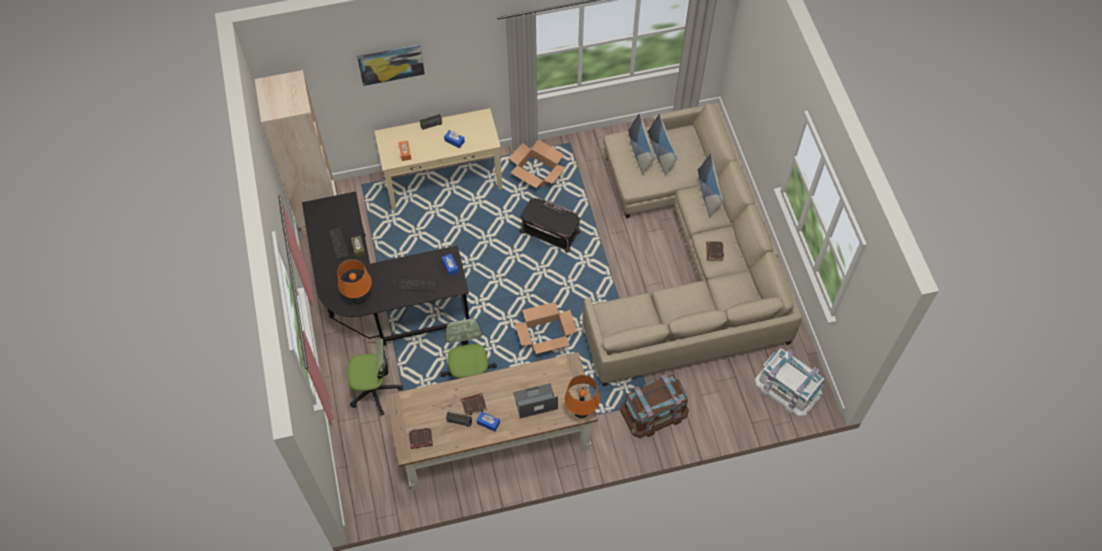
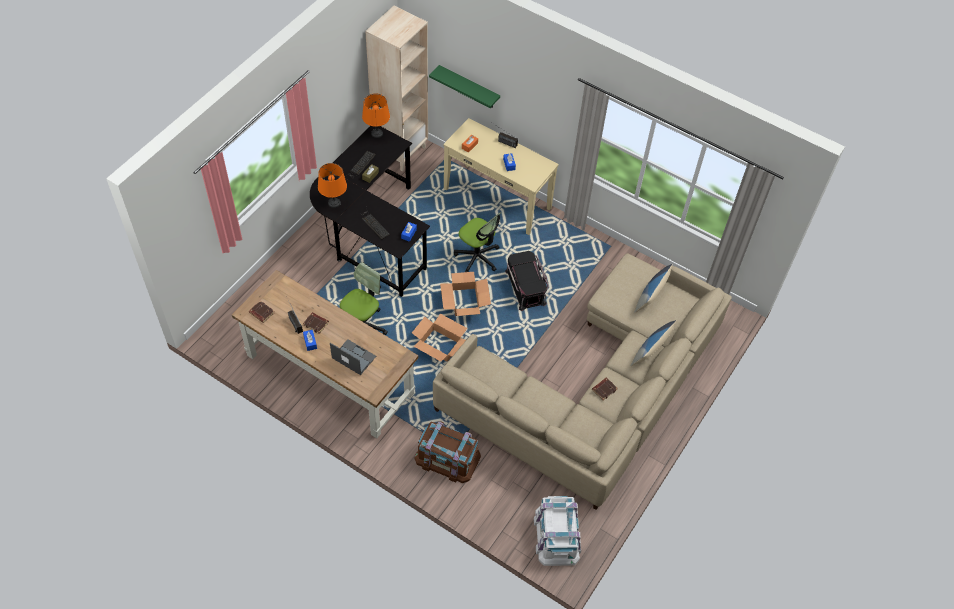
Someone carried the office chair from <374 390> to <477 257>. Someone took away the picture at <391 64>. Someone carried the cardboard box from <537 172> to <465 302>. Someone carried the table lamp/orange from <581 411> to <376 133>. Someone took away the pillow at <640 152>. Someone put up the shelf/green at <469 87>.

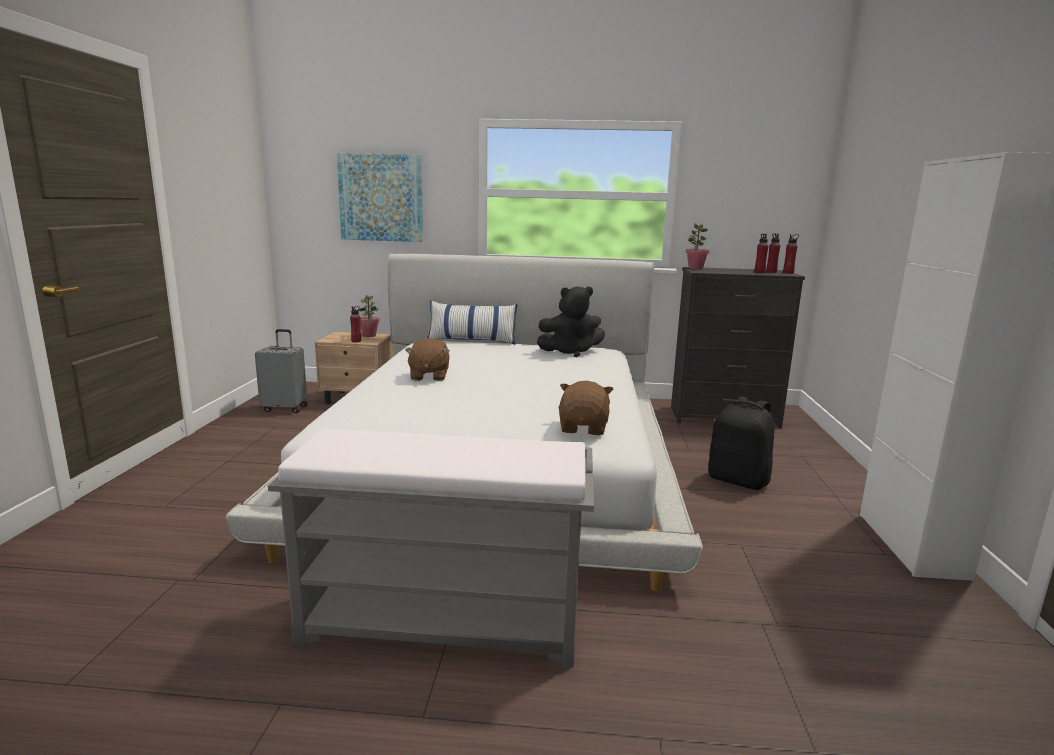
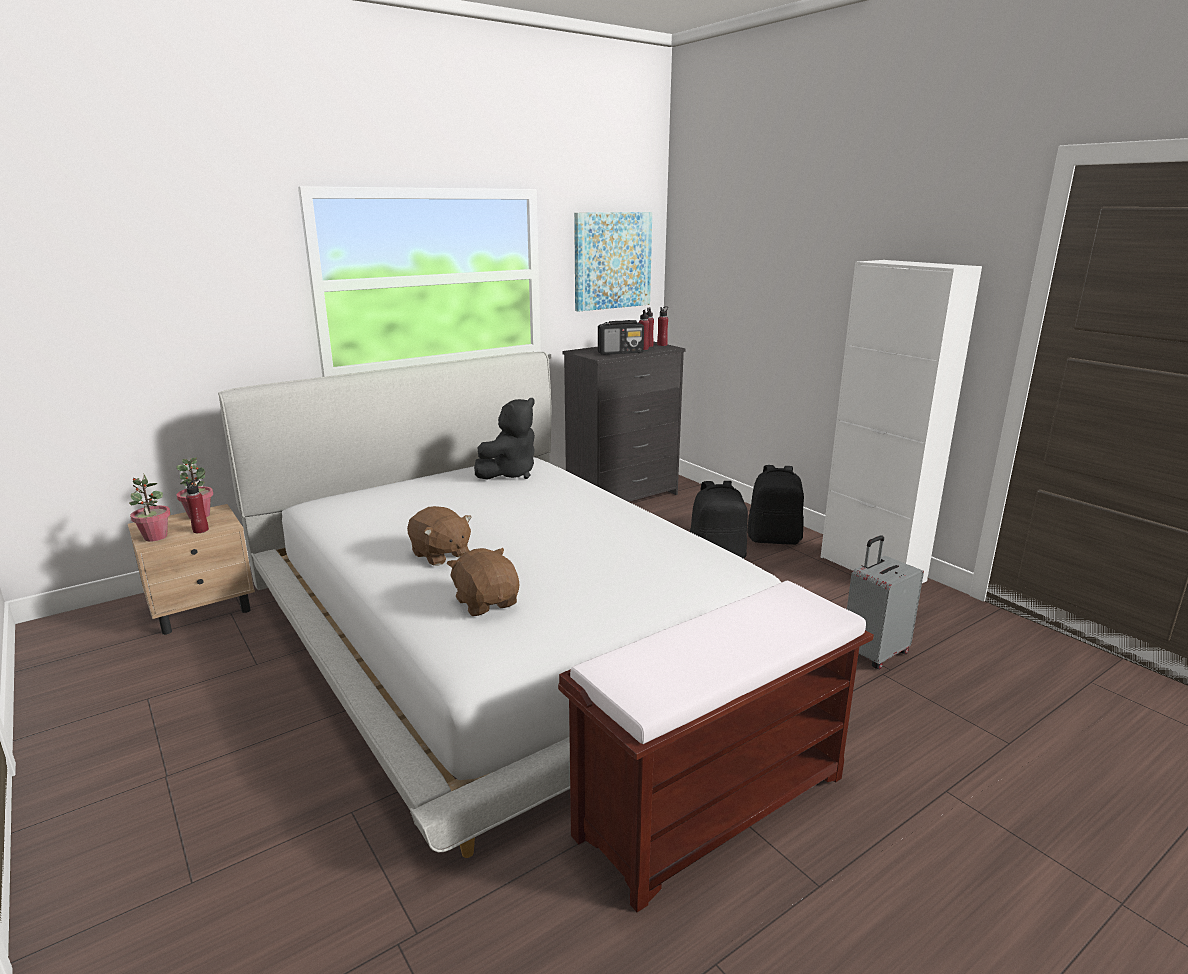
Someone carried the suitcase/grey from <285 408> to <874 653>. Someone repainted the bench/grey at <445 622>, which became the bench/brown at <714 803>. Someone carried the picture from <381 197> to <612 260>. Someone took away the pillow at <472 341>. Someone carried the plush toy/brown from <584 428> to <487 602>. Someone carried the potted plant from <695 268> to <155 537>. Someone put down the radio at <621 352>. Someone put down the backpack/black at <774 539>.

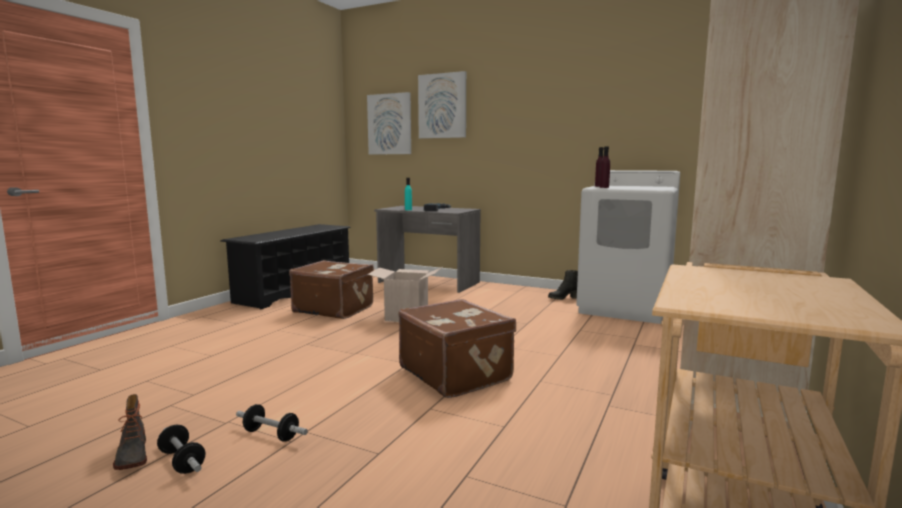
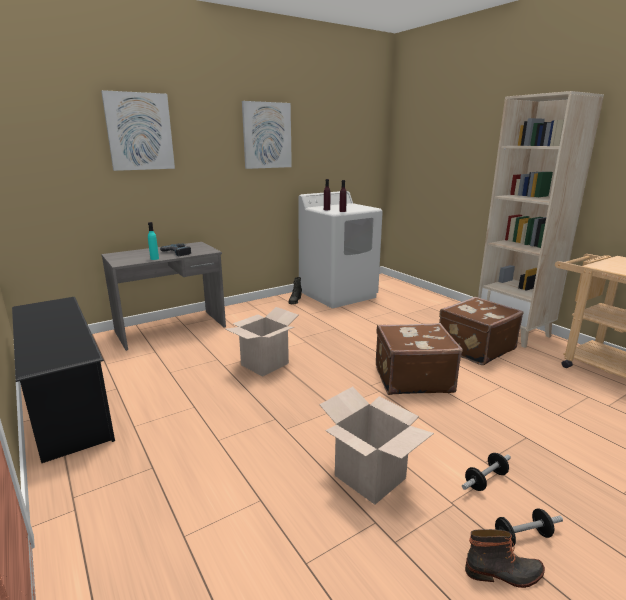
Someone carried the suitcase/brown from <334 309> to <474 348>. Someone carried the picture from <389 124> to <267 135>. Someone put down the cardboard box at <370 477>.

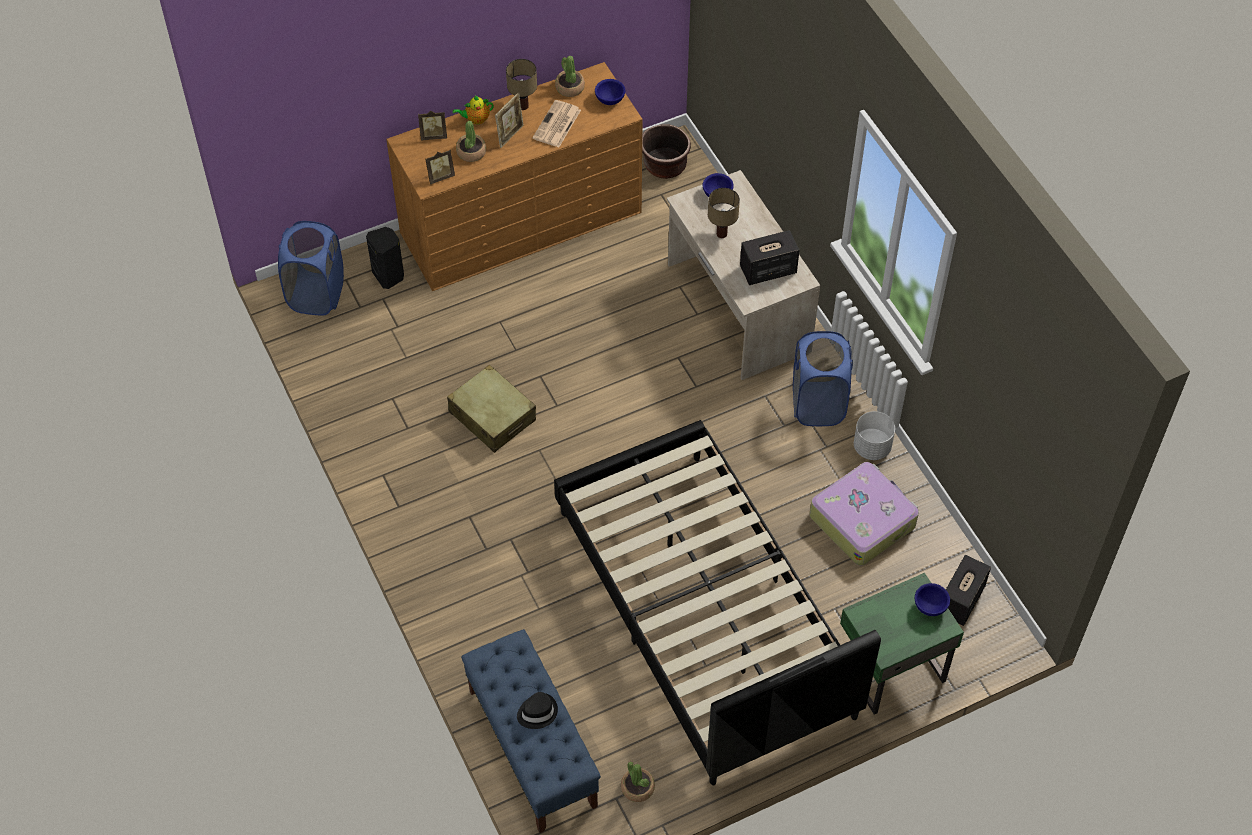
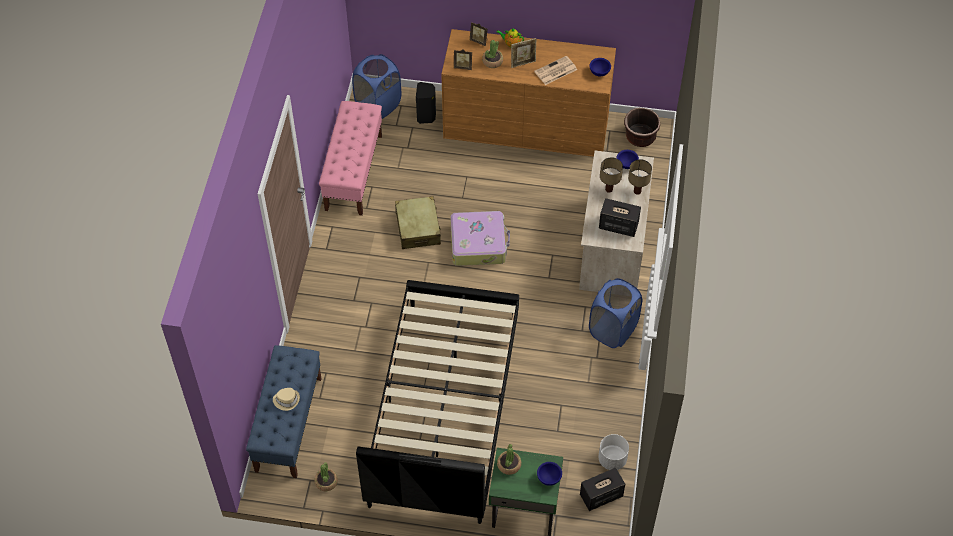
Someone carried the table lamp from <522 106> to <637 191>. Someone repainted the hat/black at <537 712>, which became the hat/beige at <286 400>. Someone carried the potted plant from <569 88> to <509 465>. Someone carried the suitcase from <862 520> to <478 243>. Someone carried the planter/white from <872 447> to <612 459>. Someone put down the bench/pink at <353 172>.

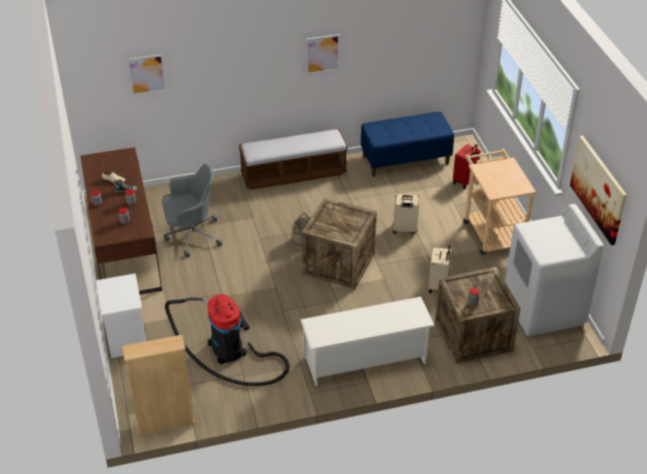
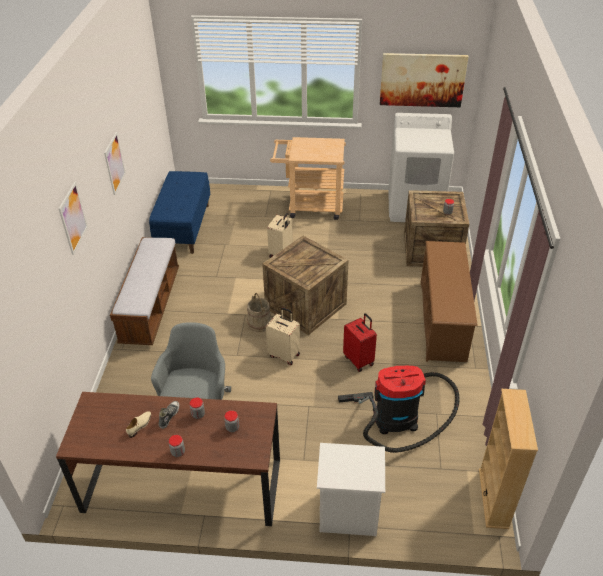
Someone carried the picture from <147 74> to <73 218>. Someone repainted the shoe rack/white at <365 360>, which became the shoe rack/brown at <442 320>. Someone carried the suitcase/beige from <438 286> to <284 355>. Someone carried the suitcase/red from <465 181> to <359 360>.

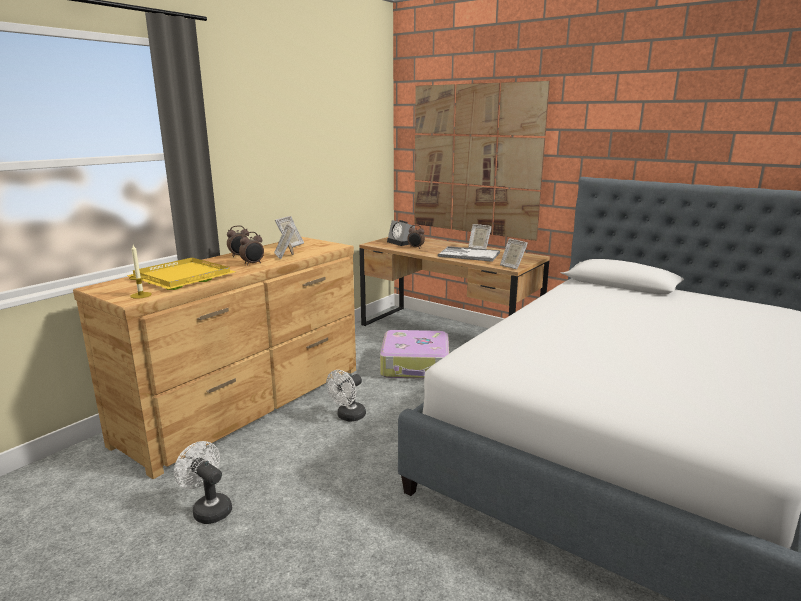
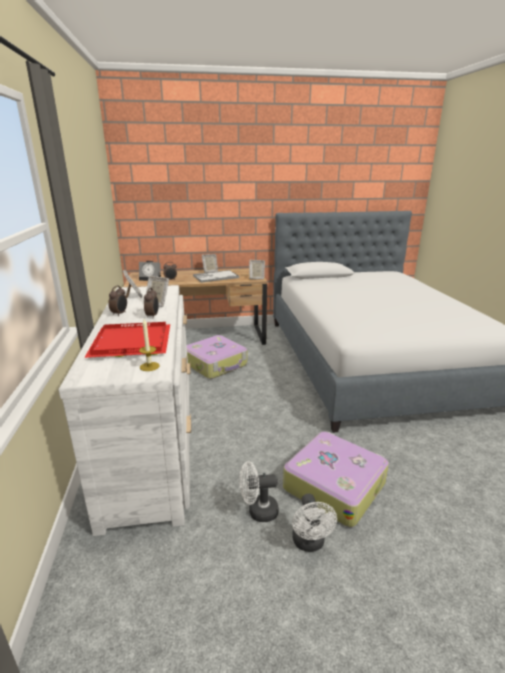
Someone repainted the dresser/brown at <248 404>, which became the dresser/white at <153 439>. Someone repainted the tray/yellow at <183 276>, which became the tray/red at <130 342>. Someone carried the fan/white from <348 417> to <309 543>. Someone took away the picture at <475 160>. Someone put down the suitcase at <334 485>.

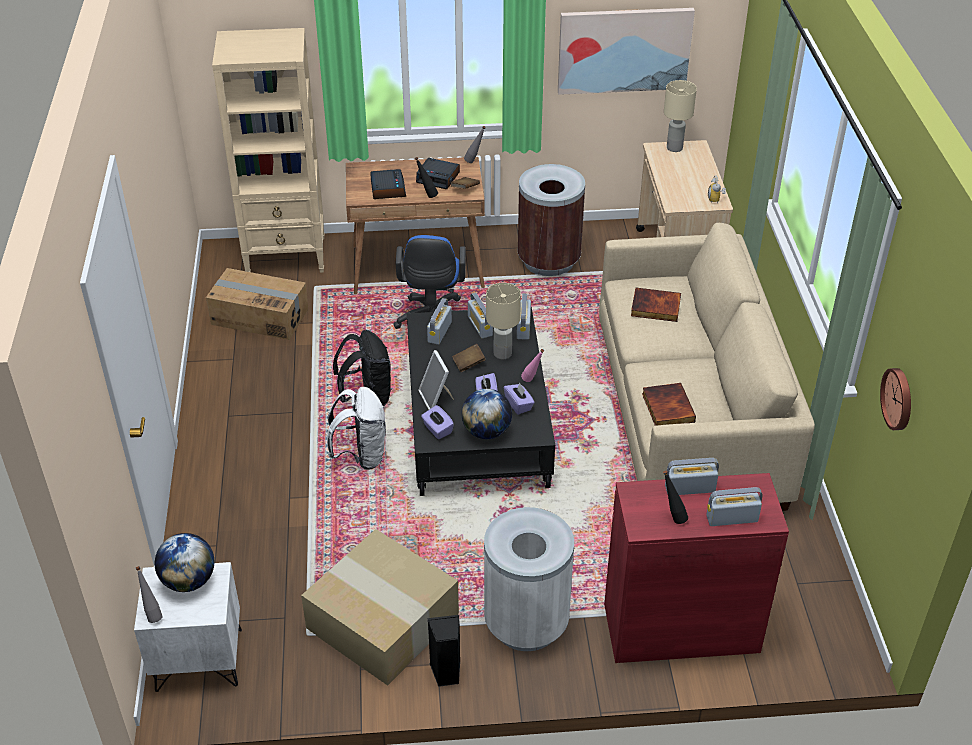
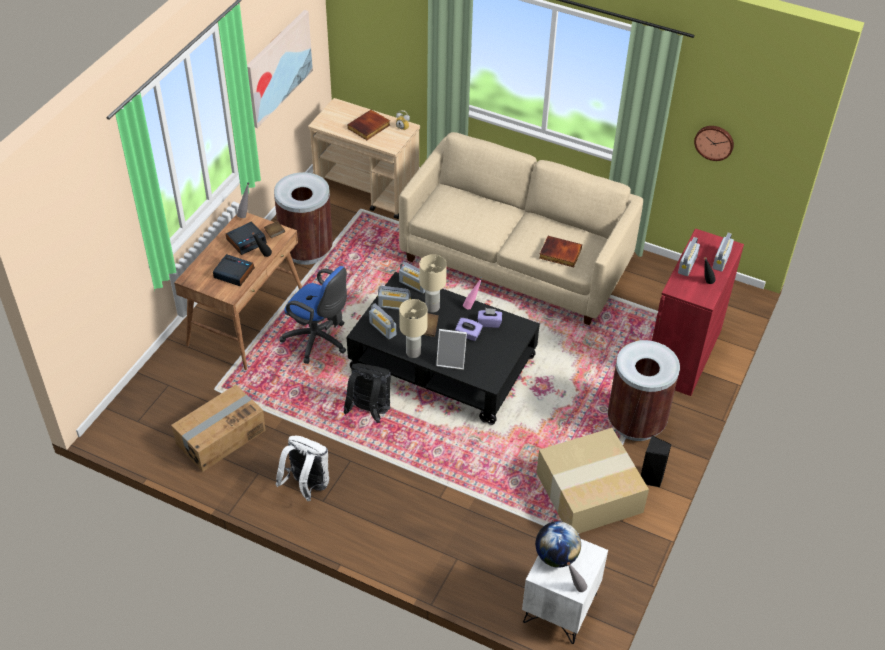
Someone took away the bookcase/beige at <287 256>. Someone carried the backpack/white from <361 455> to <306 486>. Someone took away the tissue box/purple at <437 429>. Someone took away the globe at <486 432>. Someone repainted the trash can/white at <526 624>, which became the trash can/brown at <636 422>. Someone carried the book from <655 308> to <369 127>. Someone carried the table lamp/beige from <674 148> to <413 353>.

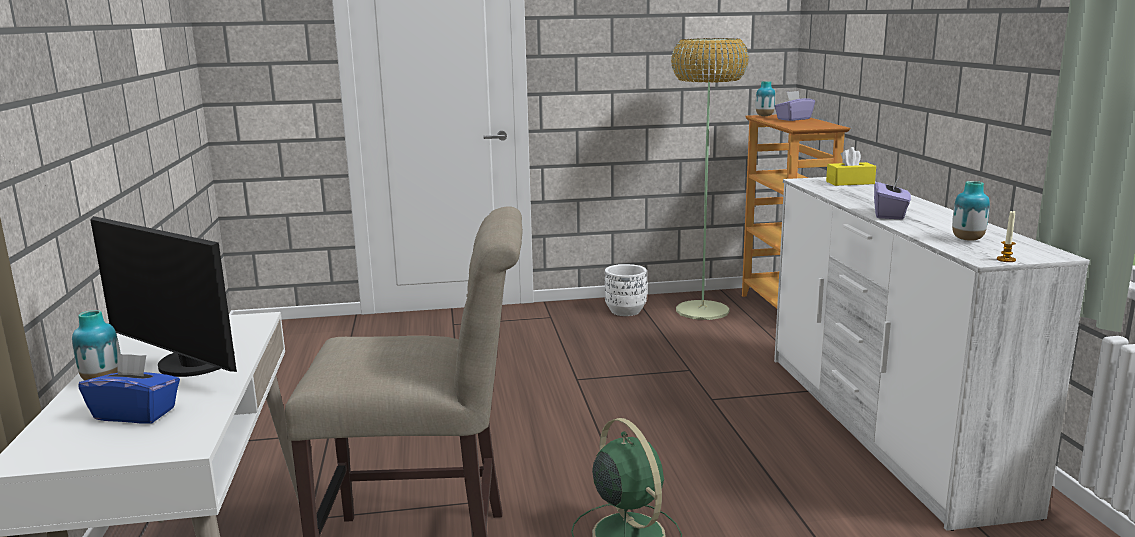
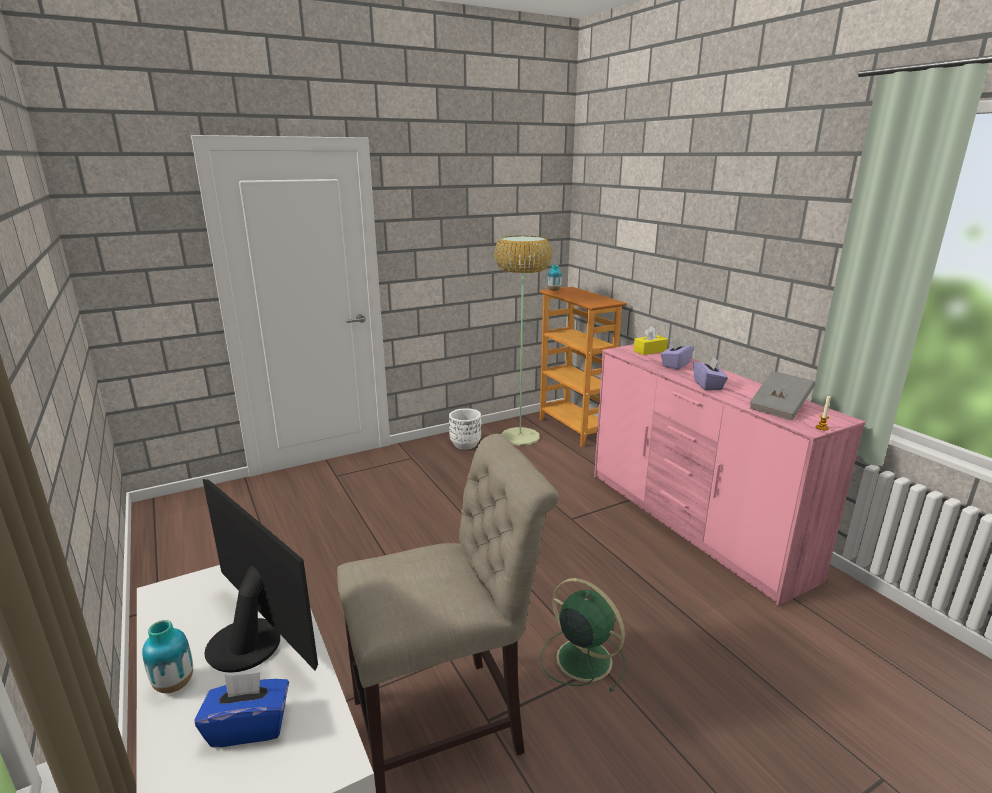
Someone rotated the monitor at <189 365> by 150 degrees counterclockwise. Someone carried the tissue box/purple from <793 119> to <675 365>. Someone repainted the dresser/white at <883 427>, which became the dresser/pink at <692 523>. Someone swapped the vase at <967 239> for the book/grey at <779 408>.

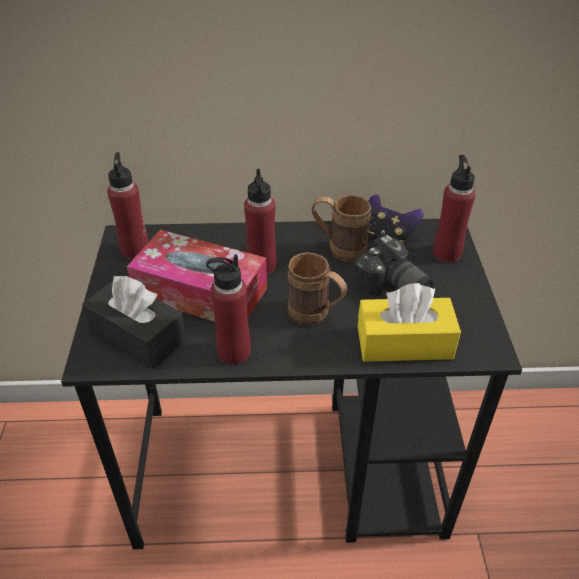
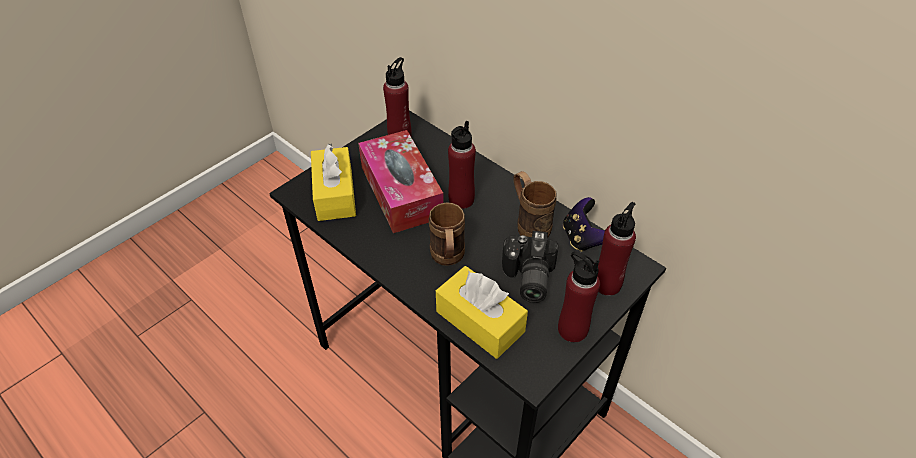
Someone repainted the tissue box/black at <138 335>, which became the tissue box/yellow at <335 194>. Someone carried the bottle/red from <233 352> to <572 329>.

